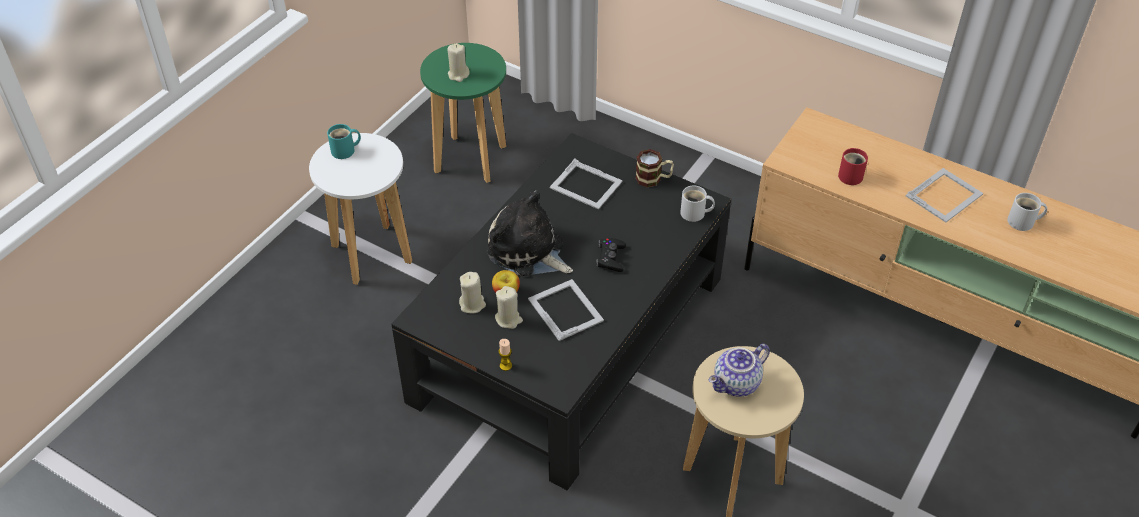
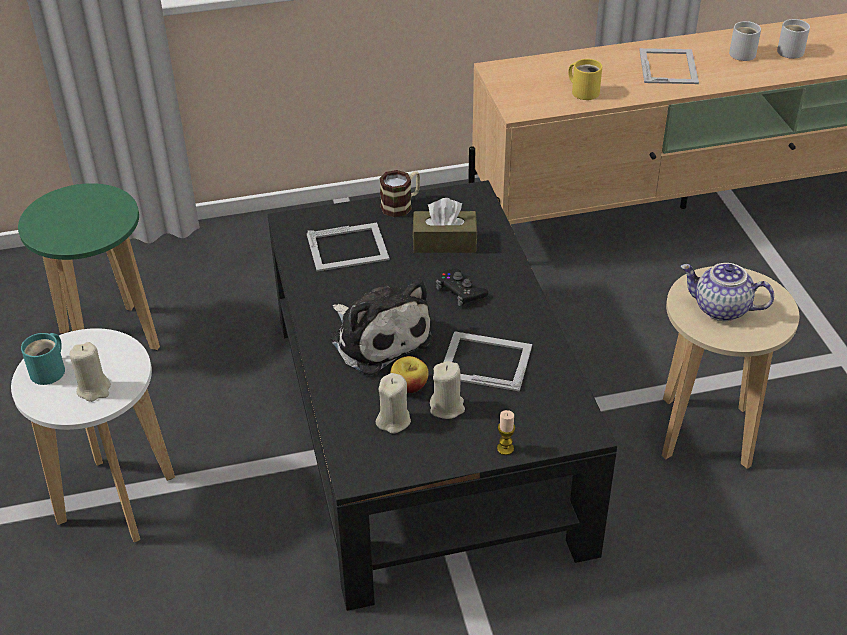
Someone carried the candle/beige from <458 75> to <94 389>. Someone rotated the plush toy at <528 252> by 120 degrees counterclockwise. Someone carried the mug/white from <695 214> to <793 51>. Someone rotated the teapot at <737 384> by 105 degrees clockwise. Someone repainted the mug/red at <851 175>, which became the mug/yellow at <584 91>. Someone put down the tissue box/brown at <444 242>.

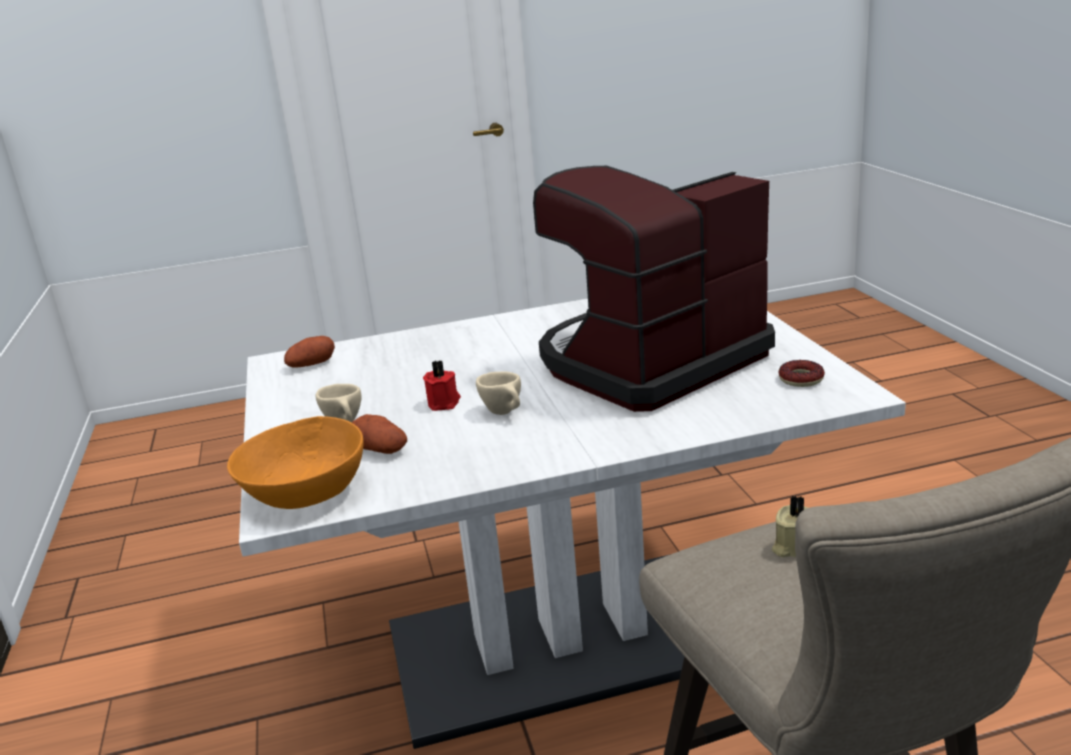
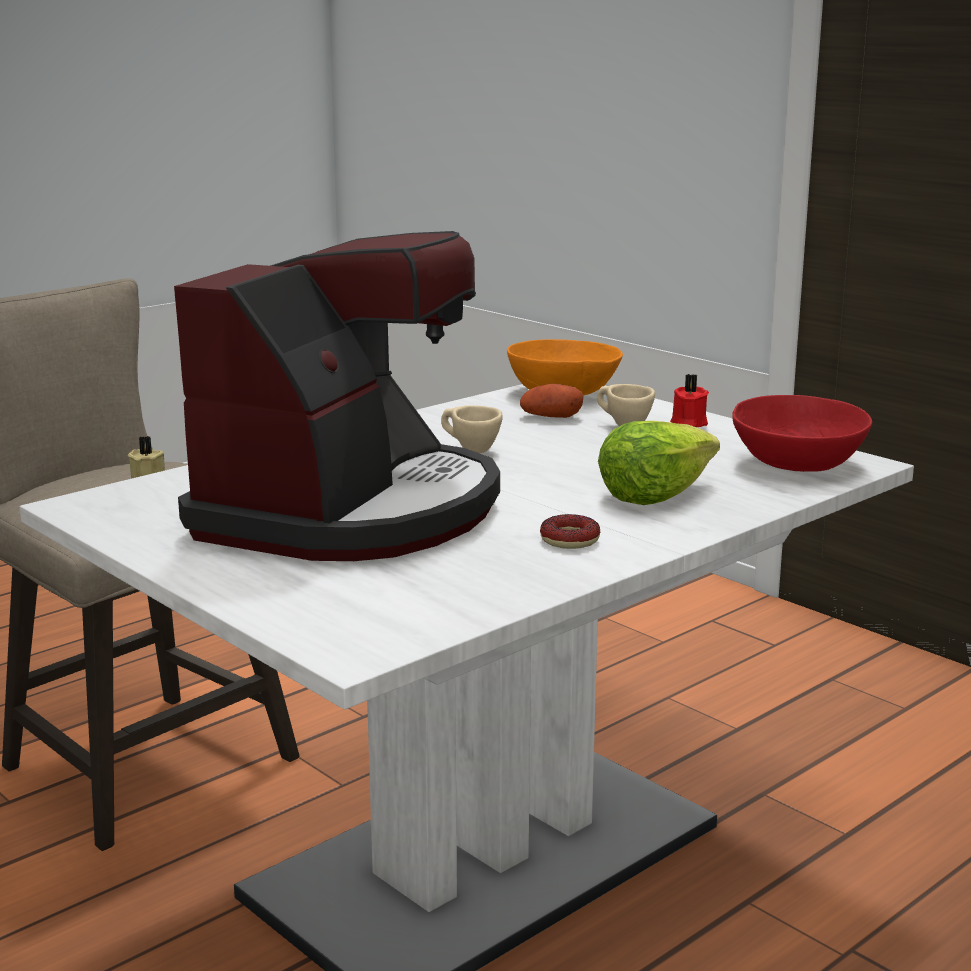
Someone swapped the potato at <311 365> for the bowl/red at <799 464>. Someone carried the candle/red from <445 403> to <688 424>. Someone carried the donut from <801 379> to <569 540>. Someone put down the lettuce at <654 494>.

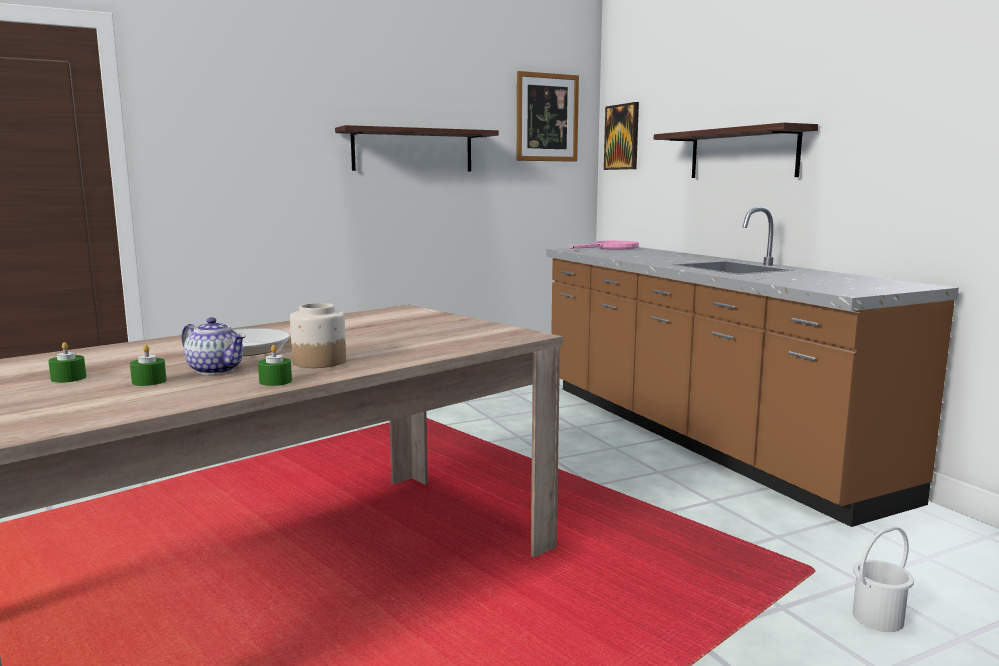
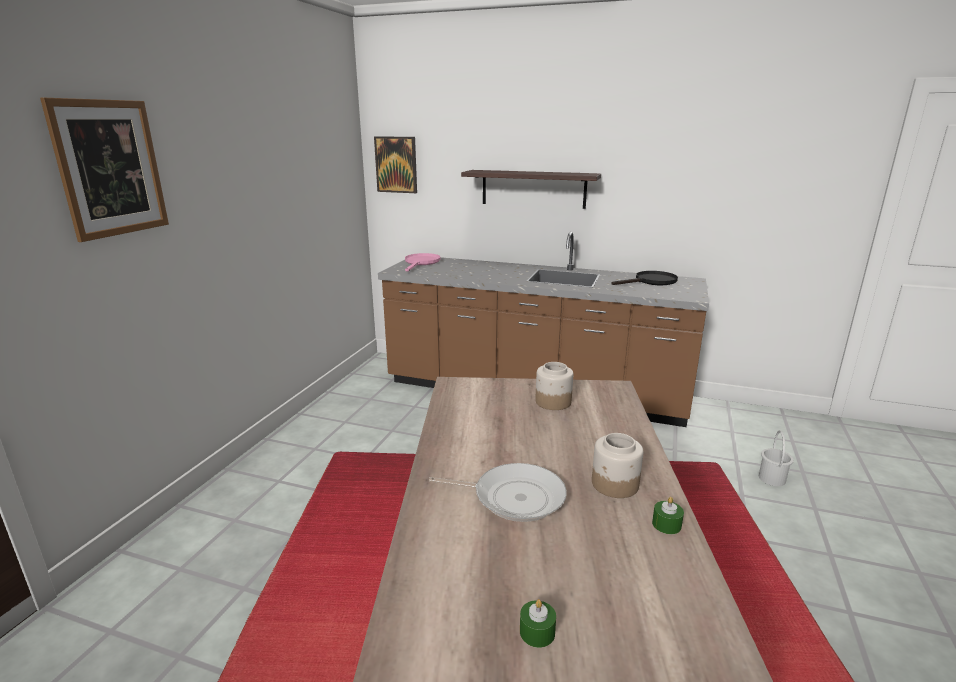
Someone took away the candle/green at <149 381>. Someone took away the teapot at <216 370>. Someone took away the shelf at <413 150>. Someone carried the picture from <547 117> to <110 168>. Someone put down the jar at <552 402>. Someone put down the frying pan/black at <651 281>.

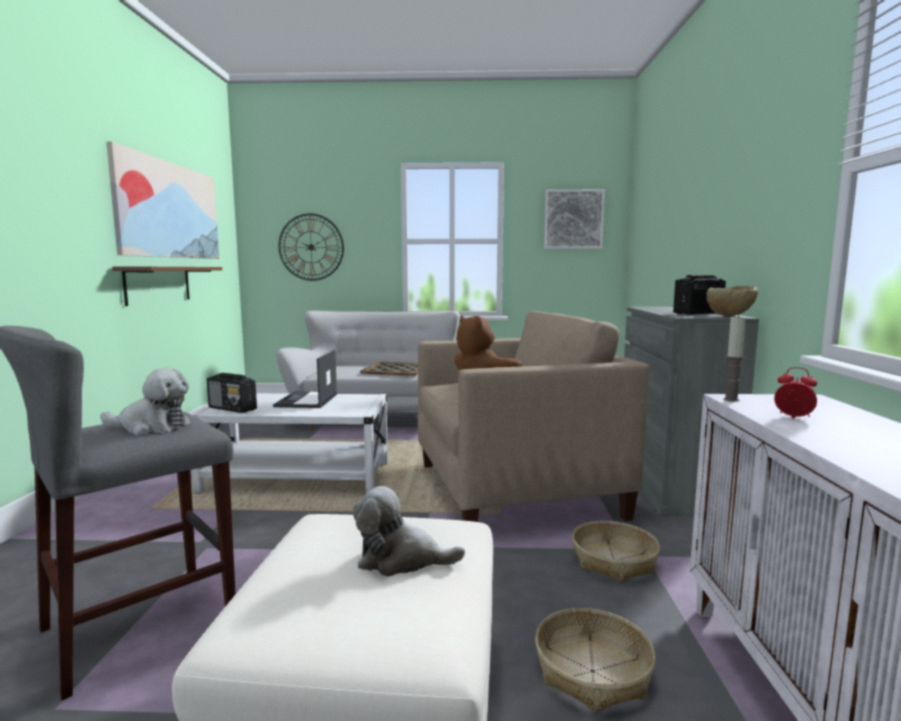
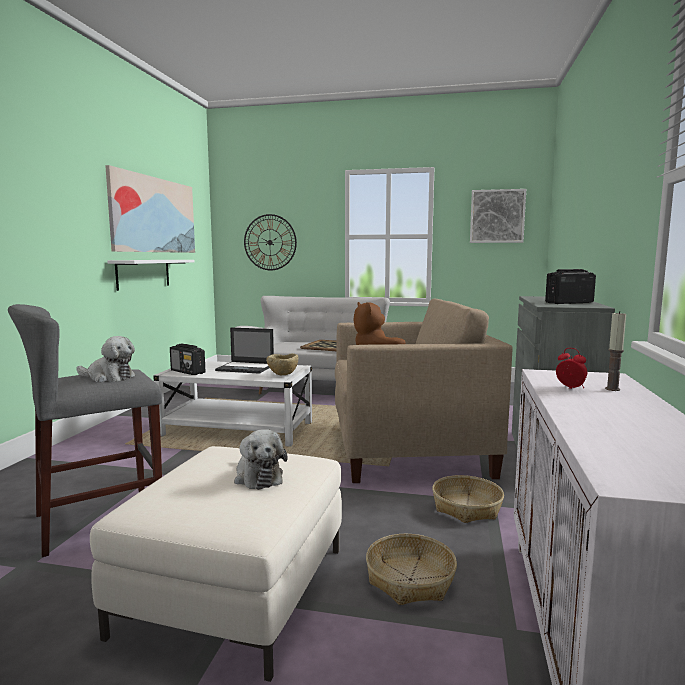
Someone repainted the shelf/brown at <158 284>, which became the shelf/white at <143 273>. Someone rotated the laptop at <306 400> by 90 degrees counterclockwise. Someone rotated the plush toy at <401 559> by 135 degrees counterclockwise. Someone carried the bowl/beige from <730 316> to <282 375>. Someone carried the candle from <731 400> to <612 389>.

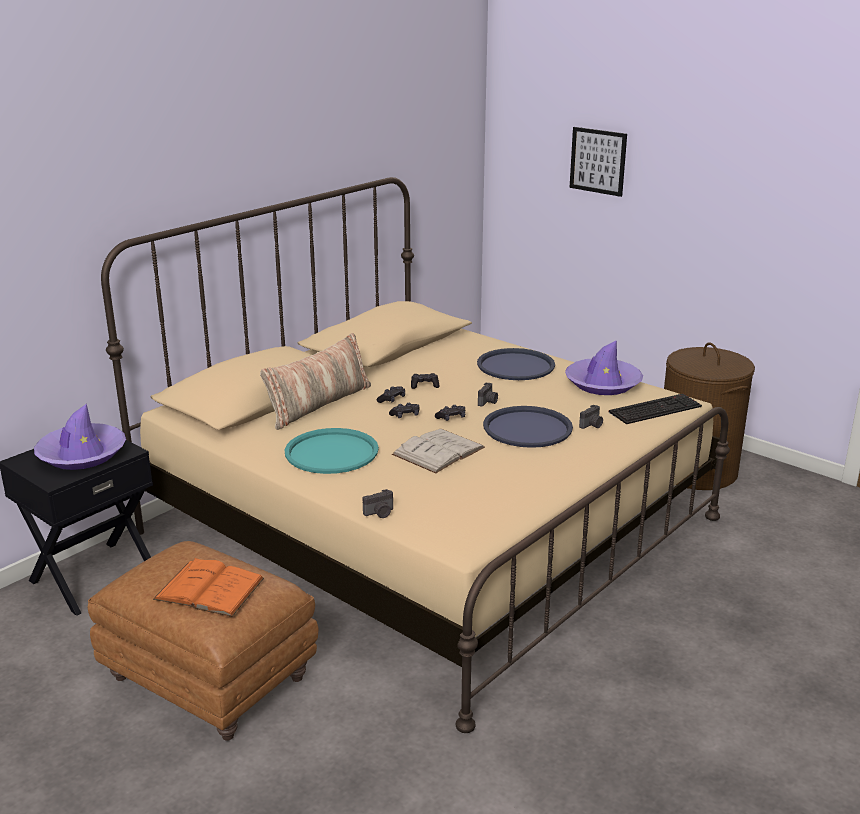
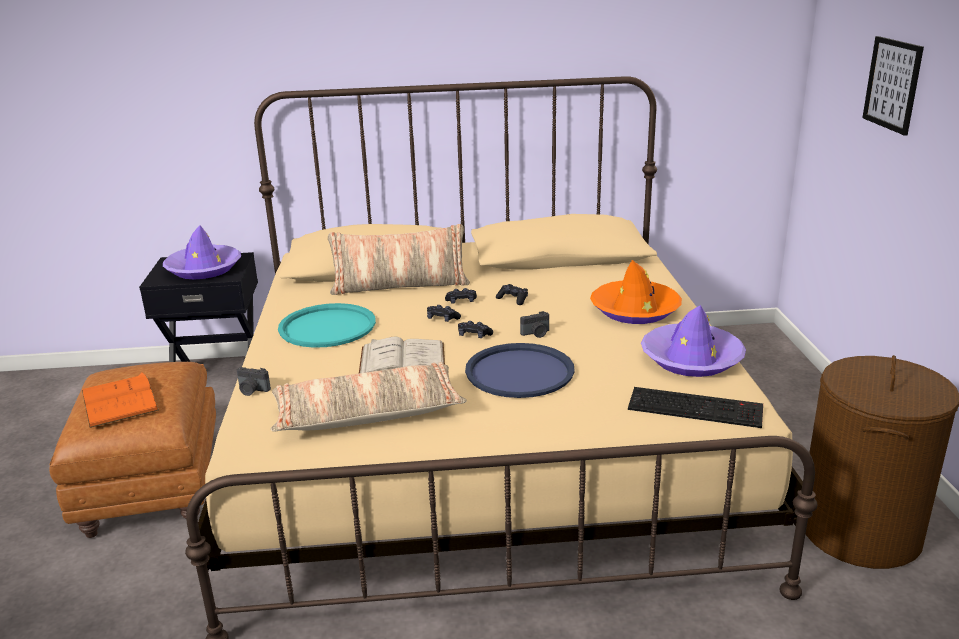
Someone swapped the tray/blue at <515 366> for the hat/orange at <635 310>. Someone took away the photo camera at <592 425>. Someone put down the pillow at <368 414>.

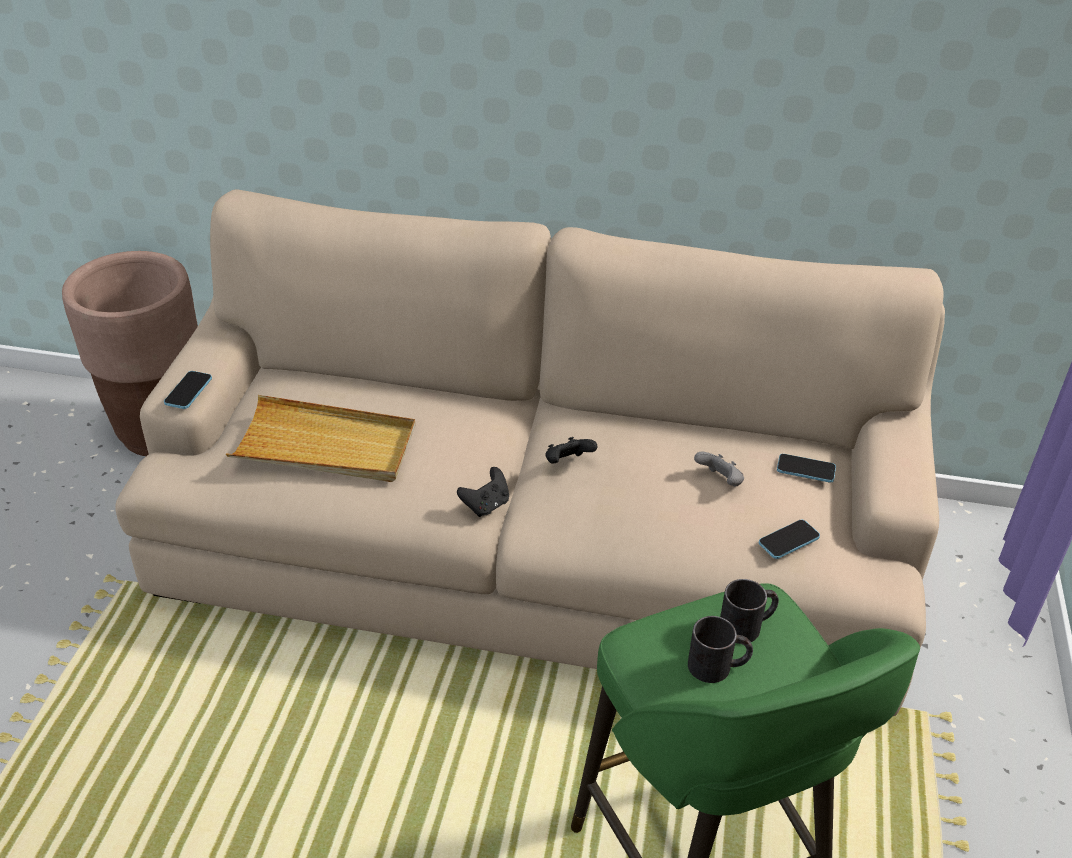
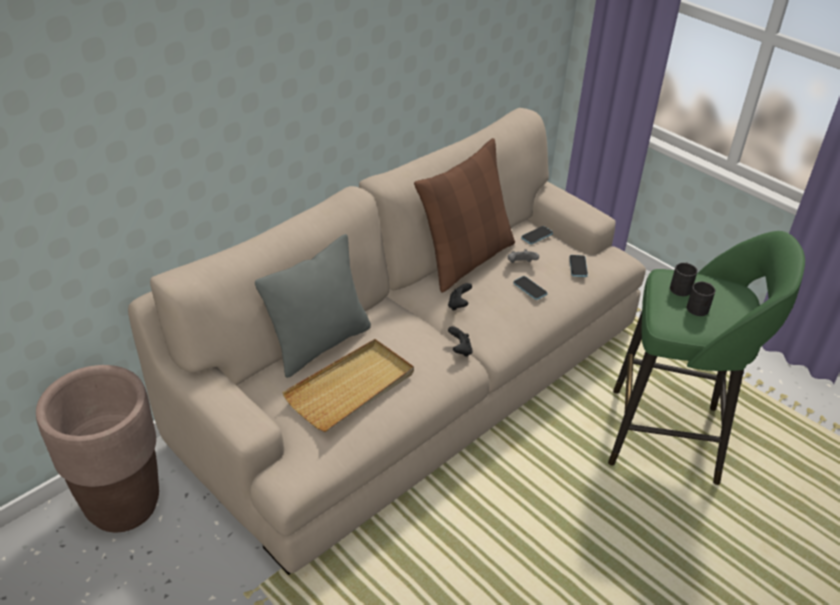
Someone carried the phone from <188 391> to <530 289>. Someone put down the pillow/grey at <319 344>. Someone put down the pillow/brown at <466 260>.

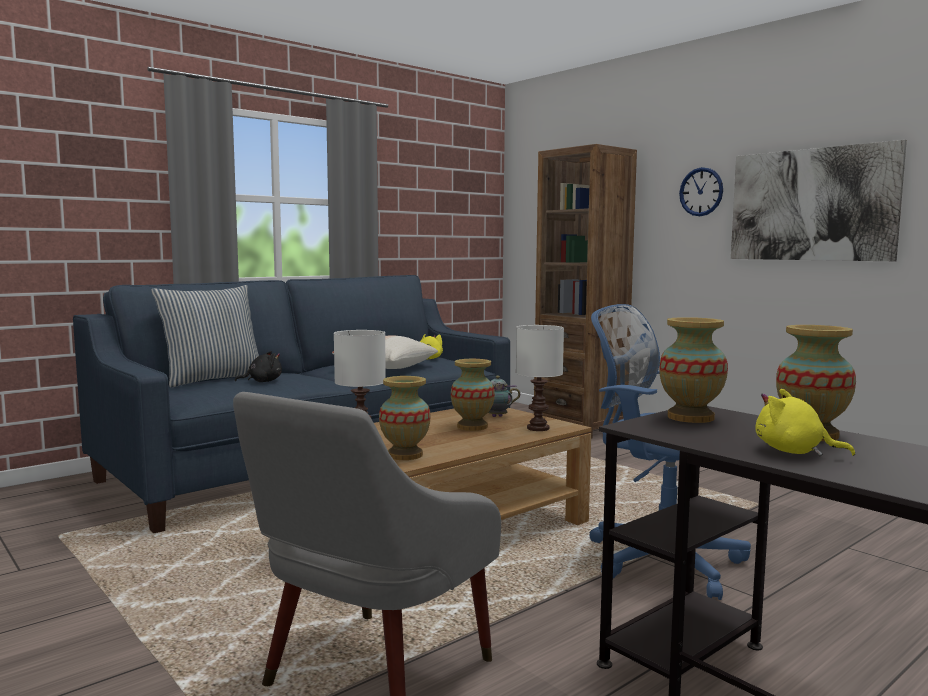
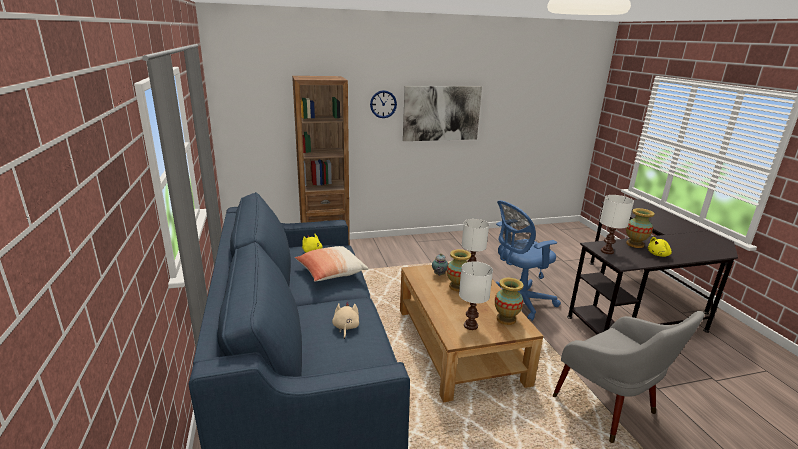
Someone took away the pillow at <212 380>. Someone repainted the plush toy/black at <262 381>, which became the plush toy/beige at <345 327>. Someone swapped the vase at <690 417> for the table lamp/white at <607 251>.

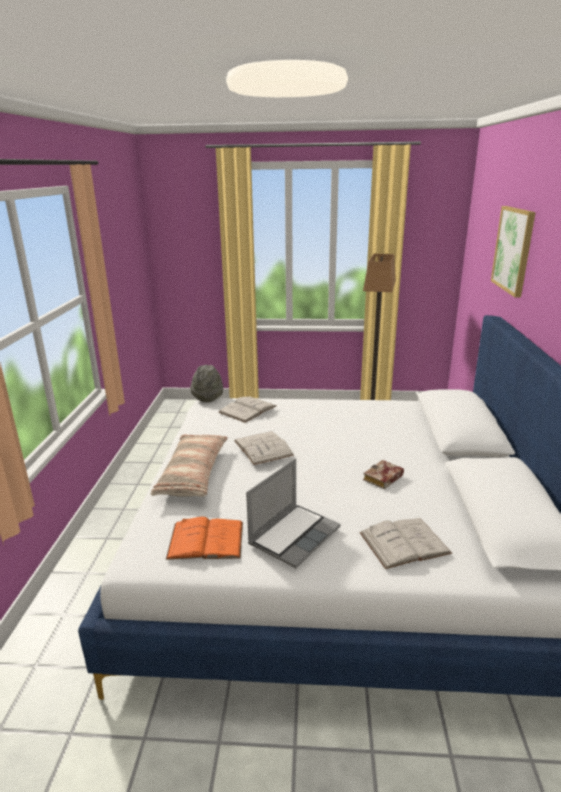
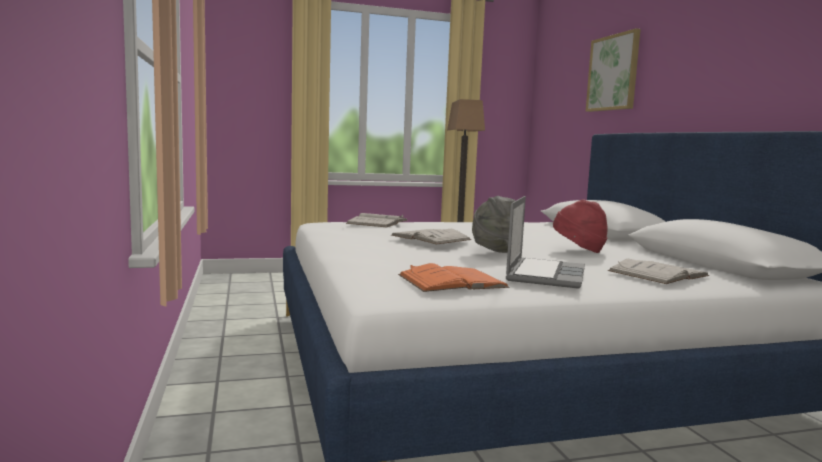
Someone took away the pillow at <193 474>. Someone carried the hat/grey from <207 397> to <494 249>. Someone swapped the book at <383 479> for the hat/red at <579 250>.

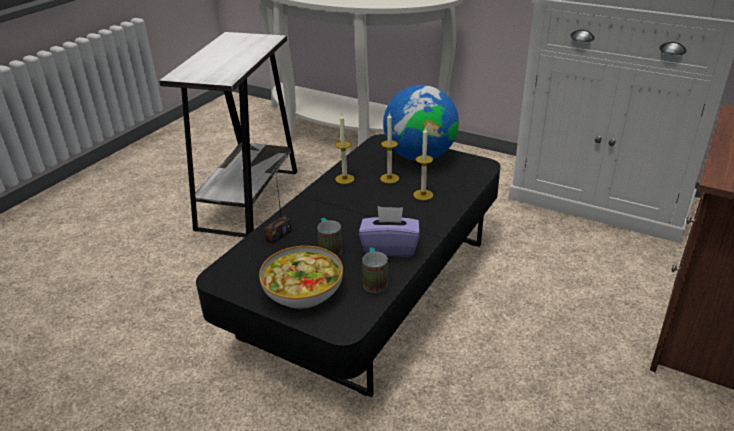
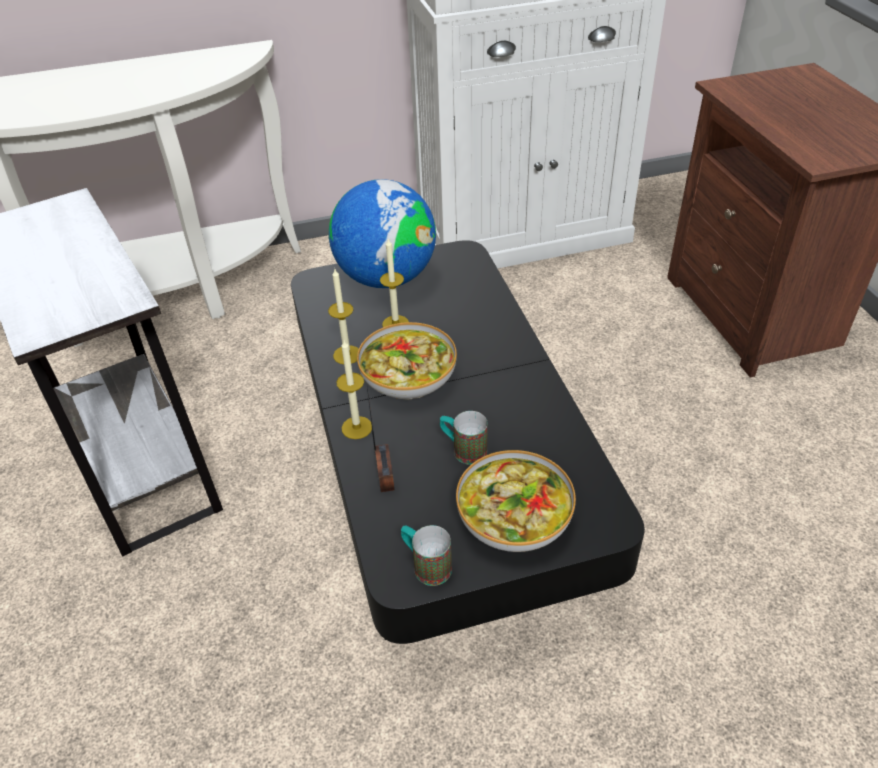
Someone took away the tissue box/purple at <389 248>. Someone carried the mug from <374 281> to <426 565>. Someone carried the candle from <423 195> to <357 427>. Someone put down the bowl at <409 376>.

